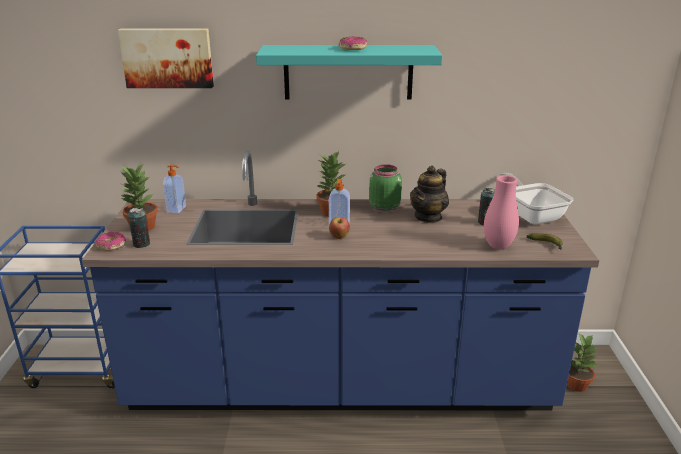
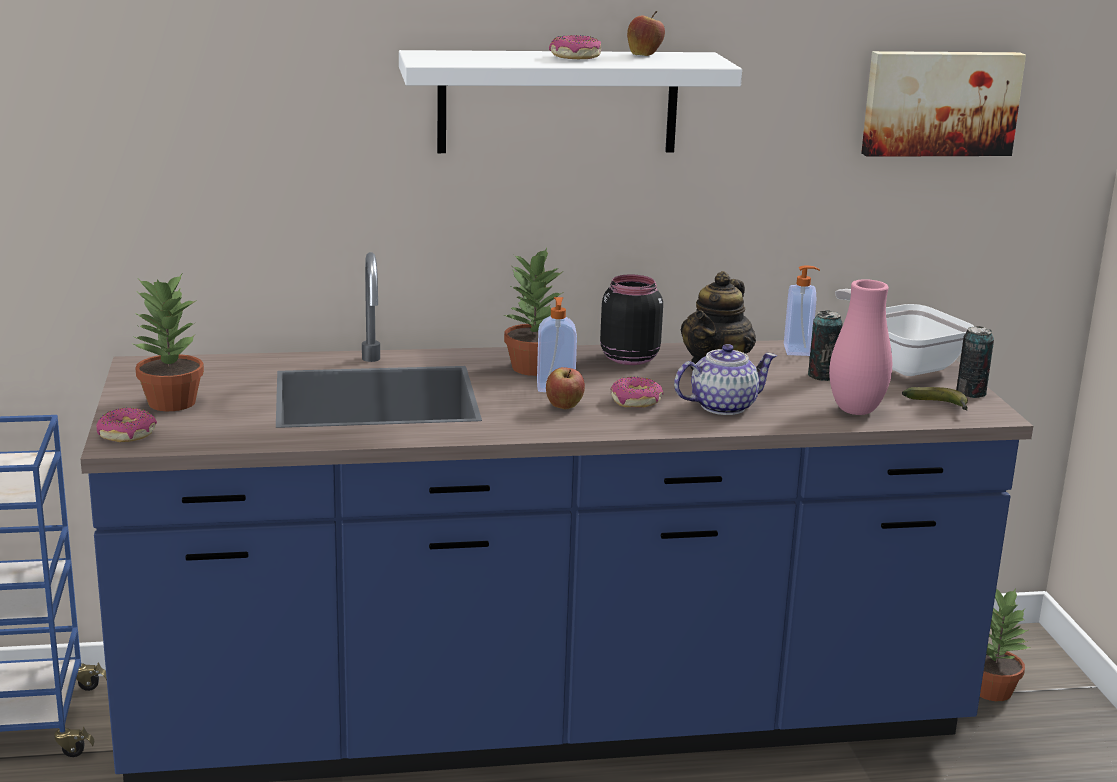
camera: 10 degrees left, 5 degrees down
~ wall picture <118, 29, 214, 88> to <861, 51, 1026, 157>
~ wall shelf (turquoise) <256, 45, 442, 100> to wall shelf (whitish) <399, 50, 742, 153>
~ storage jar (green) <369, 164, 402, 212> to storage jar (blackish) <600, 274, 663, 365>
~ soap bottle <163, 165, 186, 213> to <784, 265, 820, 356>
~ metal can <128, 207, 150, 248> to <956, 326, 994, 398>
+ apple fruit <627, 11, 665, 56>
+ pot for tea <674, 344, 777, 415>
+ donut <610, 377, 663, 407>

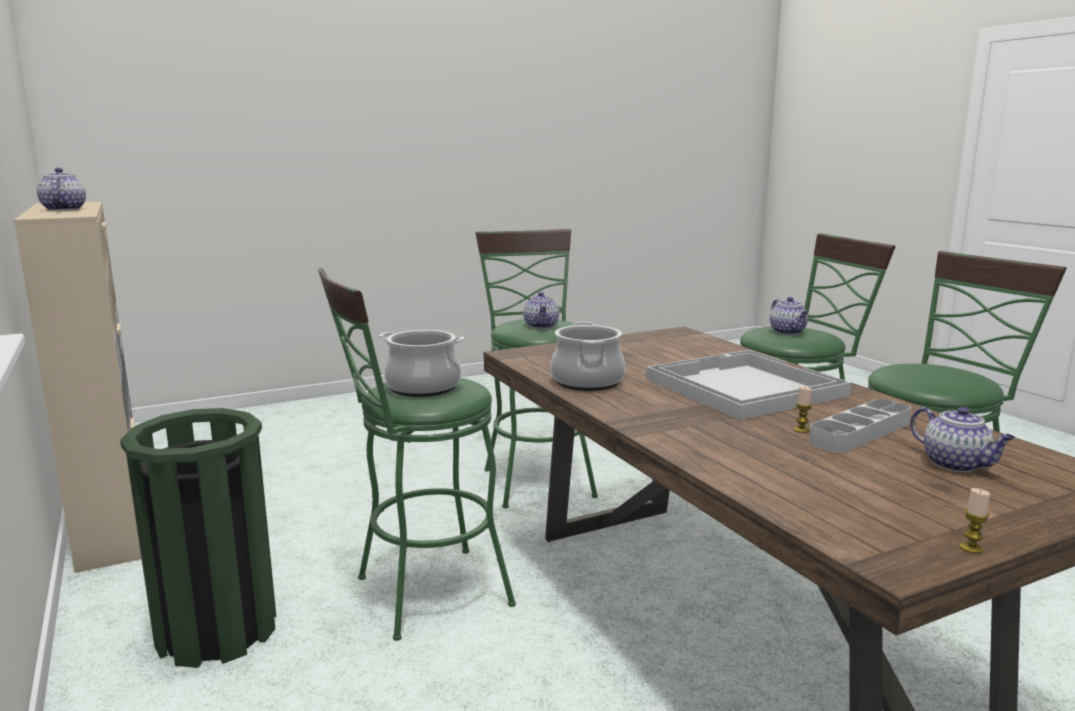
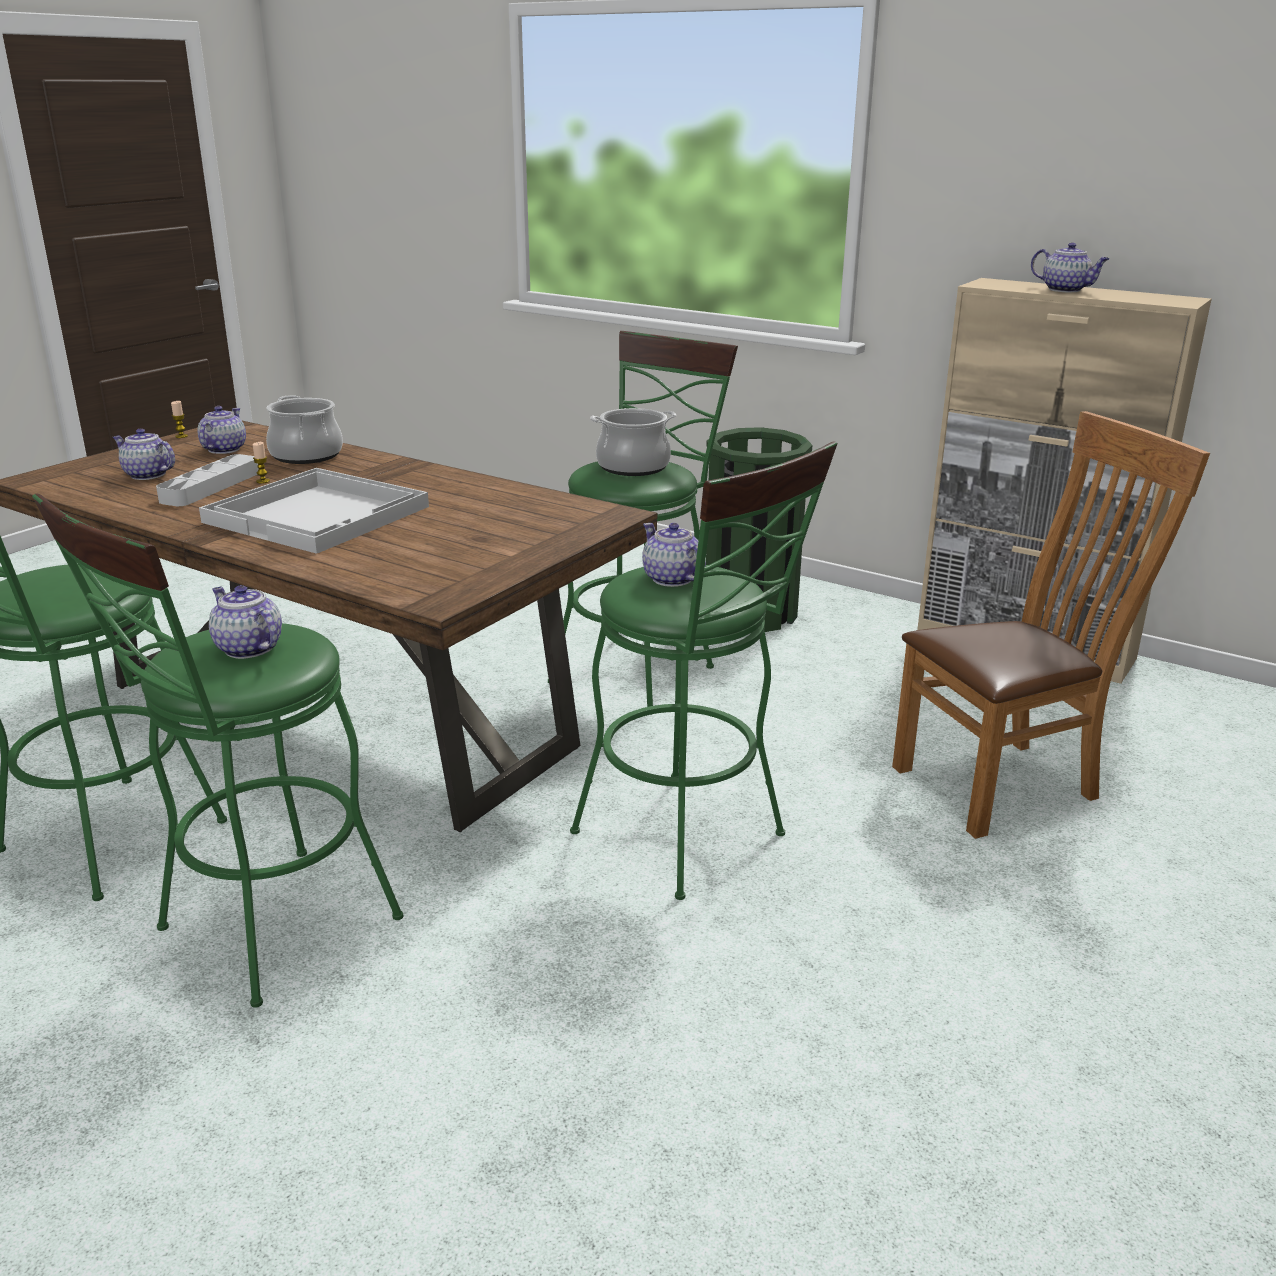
camera: 150 degrees right, 10 degrees up
~ saucepot <551, 322, 625, 391> to <266, 395, 343, 464>
+ pot for tea <197, 406, 246, 454>
+ chair (brown) <892, 411, 1210, 839>

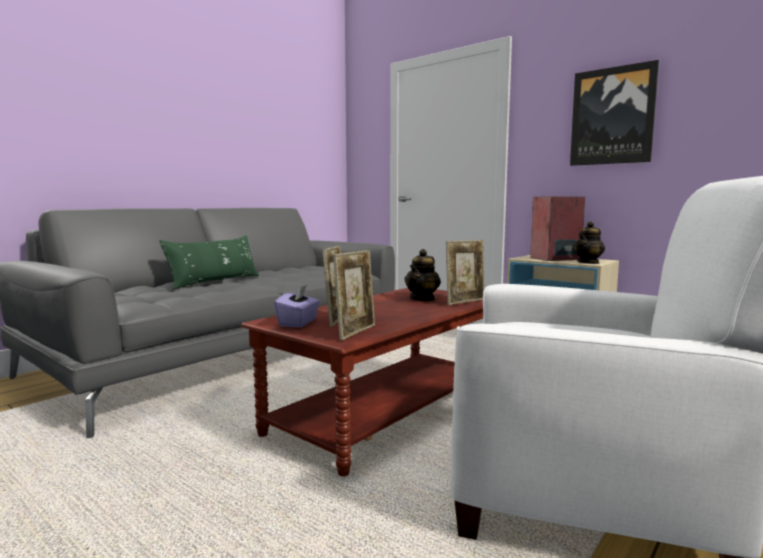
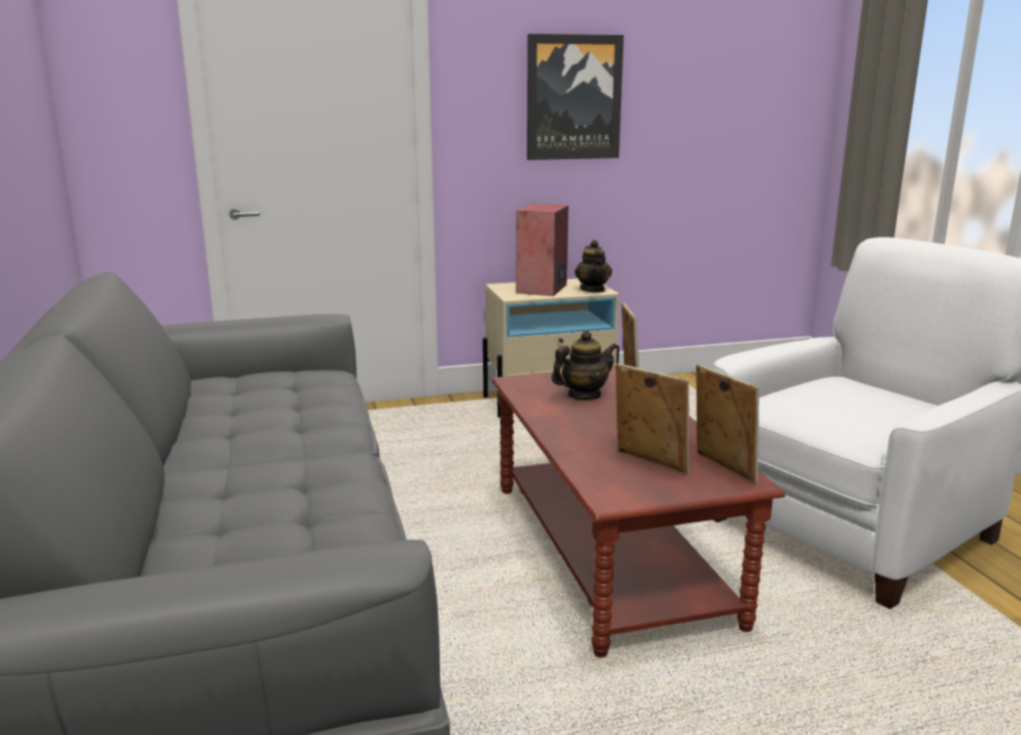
camera: 55 degrees left, 10 degrees up
- pillow (green) <159, 235, 259, 290>
~ pot for tea <405, 249, 441, 301> = <552, 330, 617, 400> 90 degrees counterclockwise
- box of tissues (purple-coloured) <274, 285, 320, 327>

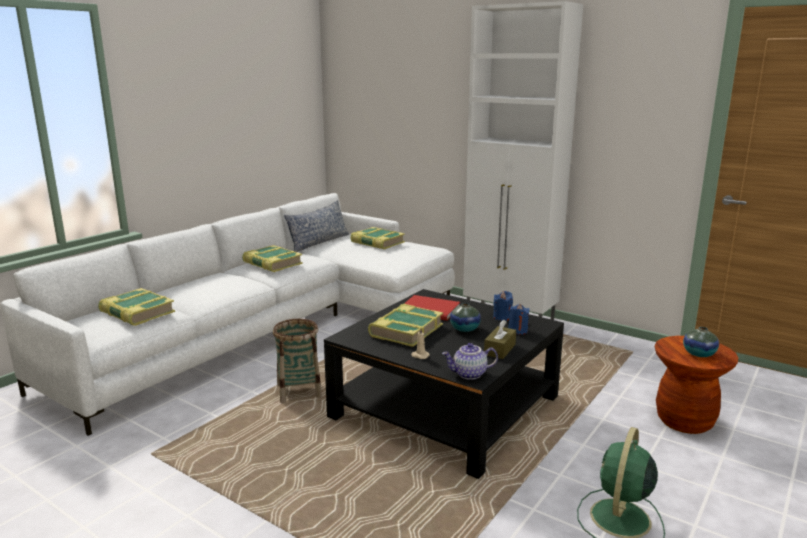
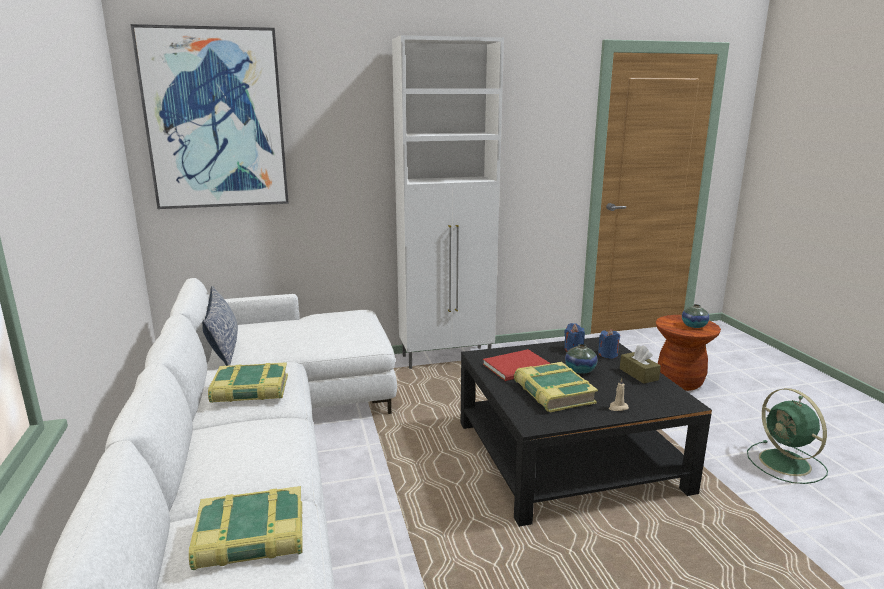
camera: 50 degrees left, 0 degrees up
- book <350, 227, 405, 249>
- basket <273, 319, 322, 403>
- pot for tea <442, 343, 498, 380>
+ wall picture <130, 24, 289, 209>

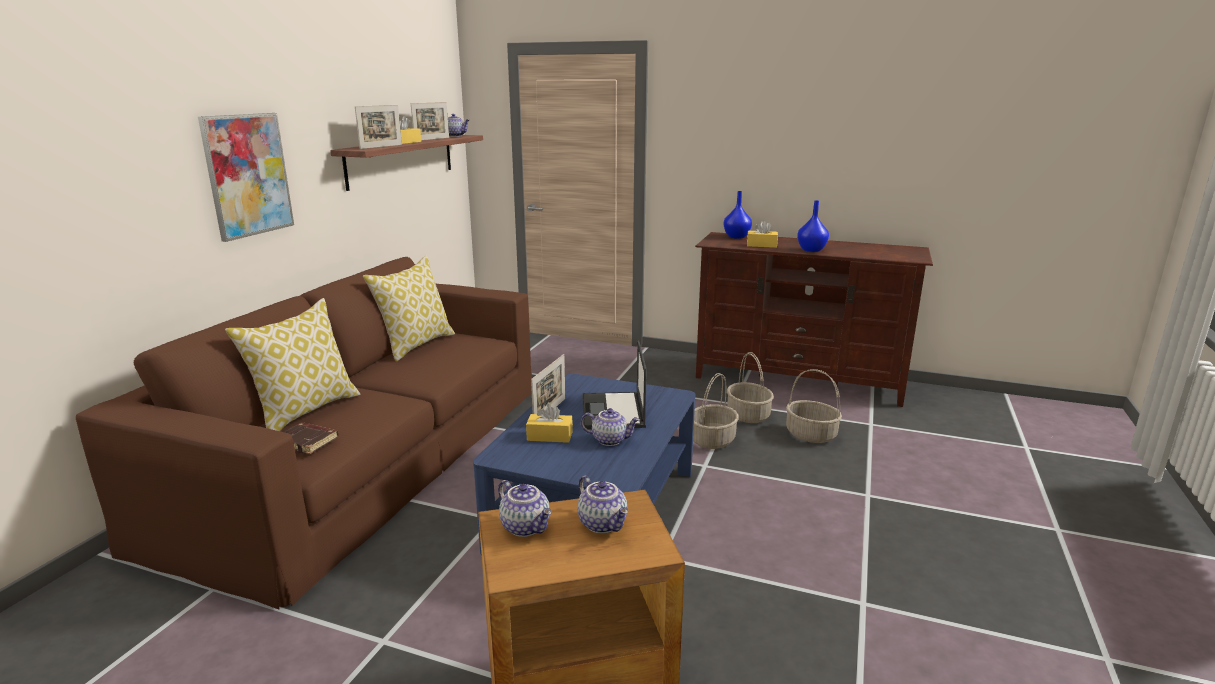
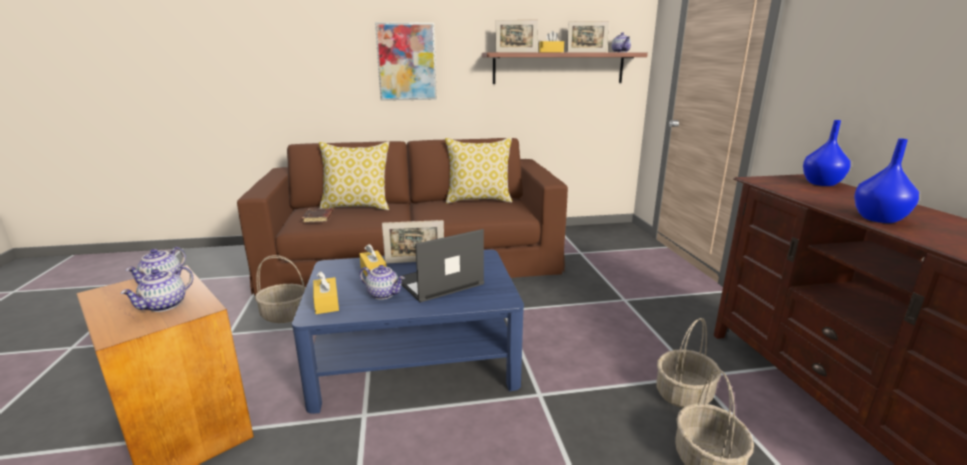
camera: 60 degrees right, 0 degrees up
~ box of tissues (yellow) <747, 220, 778, 248> to <313, 271, 339, 314>
~ basket <693, 373, 739, 449> to <255, 255, 306, 323>
~ pot for tea <581, 408, 640, 446> = <360, 265, 405, 300> 45 degrees counterclockwise

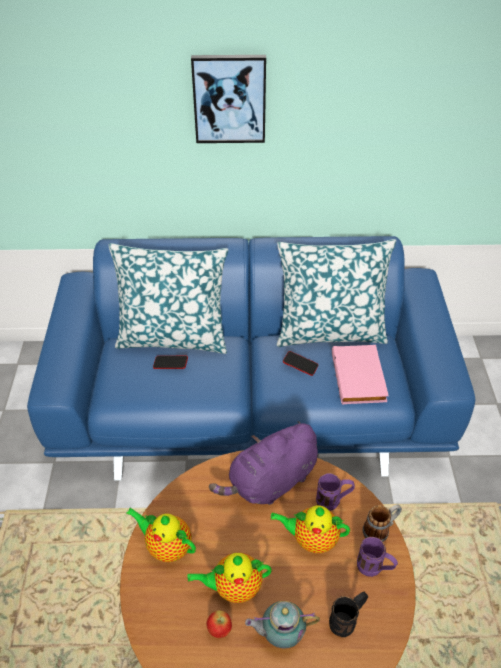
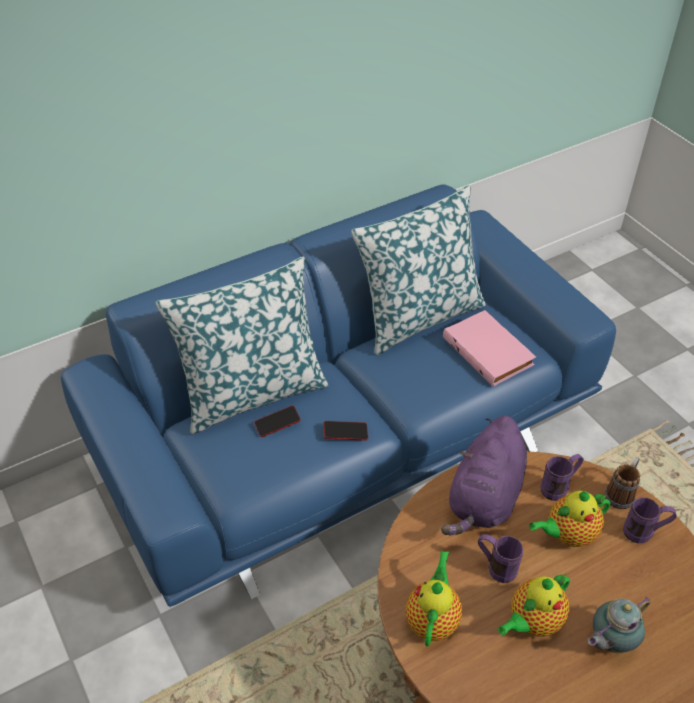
camera: 30 degrees left, 0 degrees up
- wall picture <191, 55, 266, 143>
~ handset <283, 351, 319, 376> to <323, 421, 368, 441>
~ pot for tea <126, 508, 196, 562> = <406, 550, 462, 647> 105 degrees clockwise
- tea mug (blackish) <329, 592, 368, 637>
- apple fruit <207, 611, 232, 638>
+ tea mug (purple-coloured) <478, 534, 523, 583>

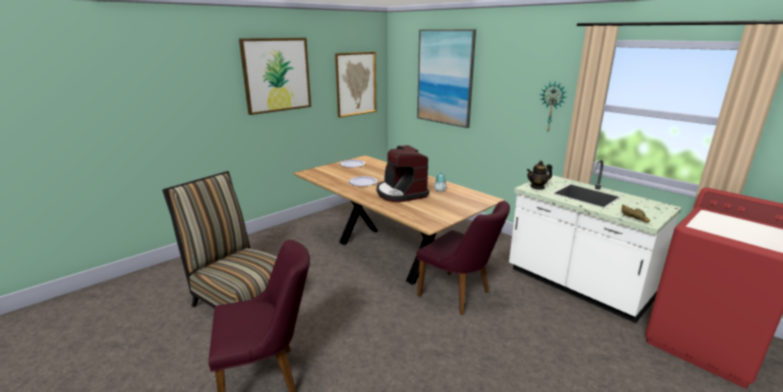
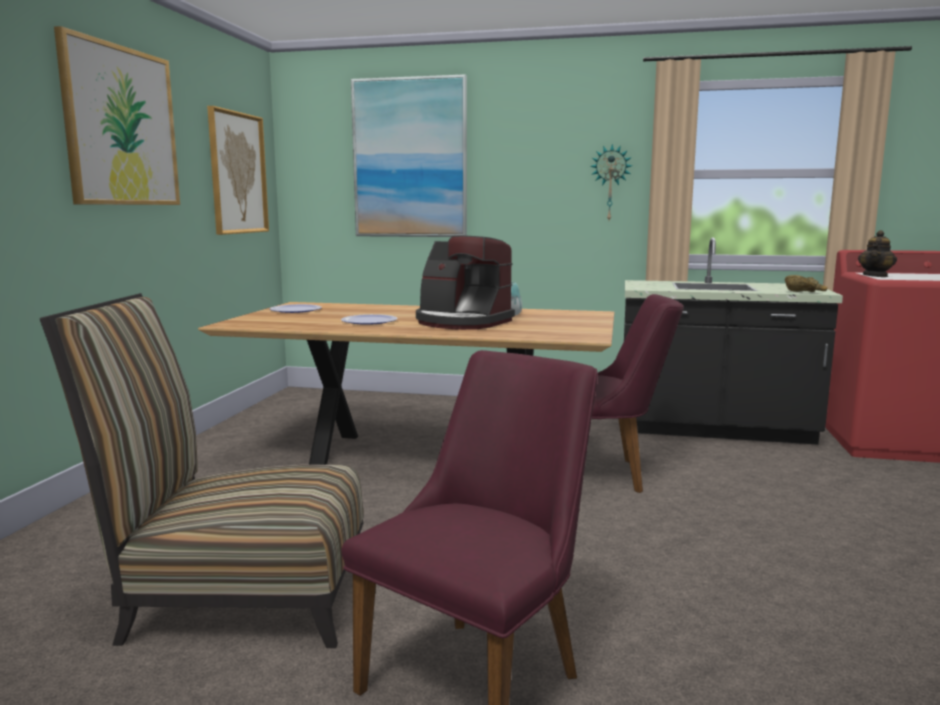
camera: 35 degrees left, 10 degrees down
~ kitchen base unit (whitish) <509, 159, 682, 323> to kitchen base unit (blackish) <624, 237, 843, 445>
~ pot for tea <527, 161, 552, 190> to <858, 230, 897, 277>

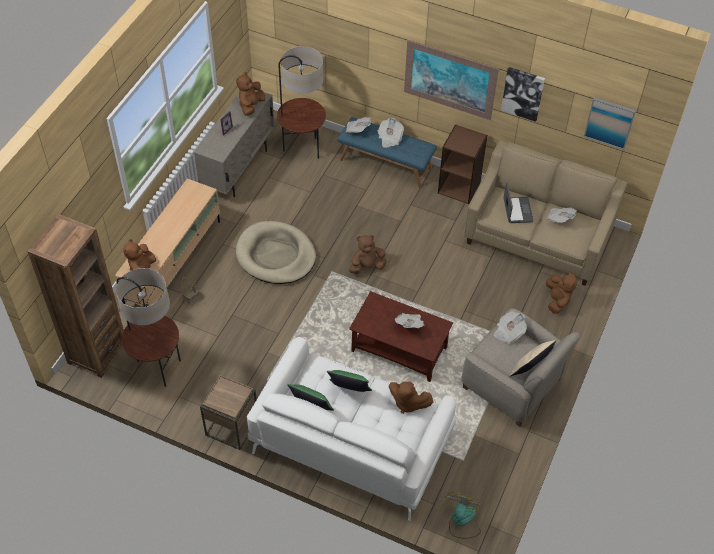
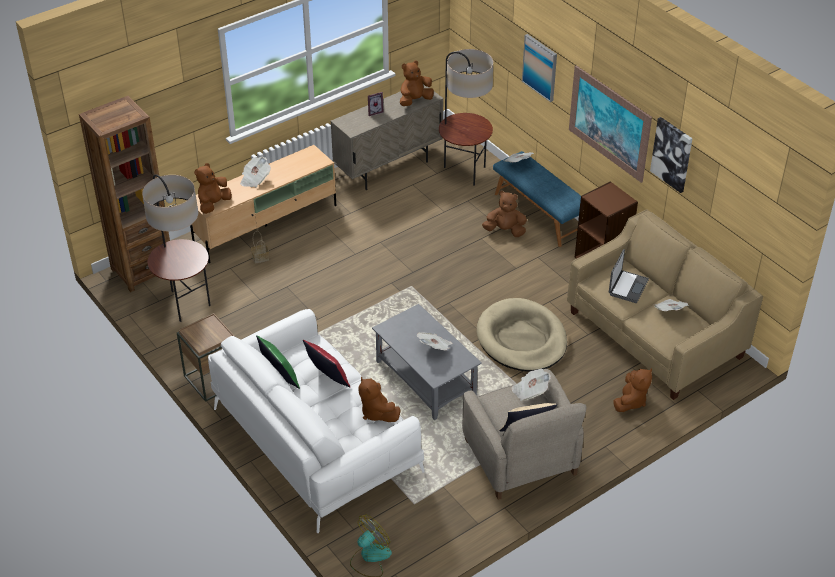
camera: 30 degrees right, 10 degrees down
~ wall picture <584, 97, 636, 150> to <522, 34, 557, 102>
~ daily paper <378, 118, 404, 148> to <240, 157, 271, 188>
~ pet bed (sand-coloured) <236, 221, 316, 284> to <477, 298, 567, 372>
~ soft toy (brown) <349, 235, 387, 274> to <482, 191, 527, 237>
~ lounge table (brown) <349, 291, 453, 382> to lounge table (grey) <372, 304, 482, 420>
~ pillow (green) <327, 370, 372, 392> to pillow (red) <303, 340, 350, 387>

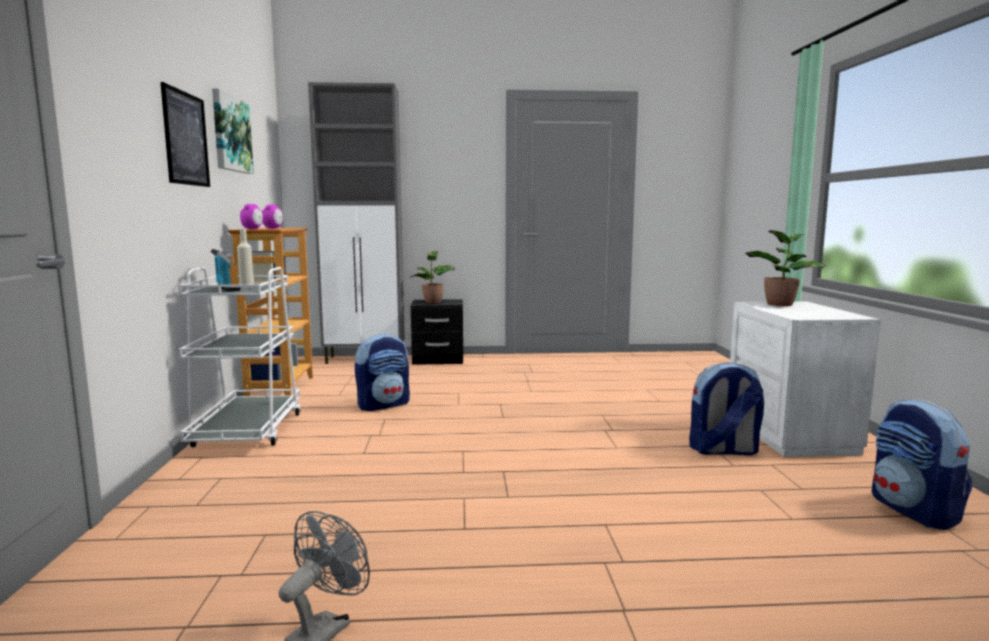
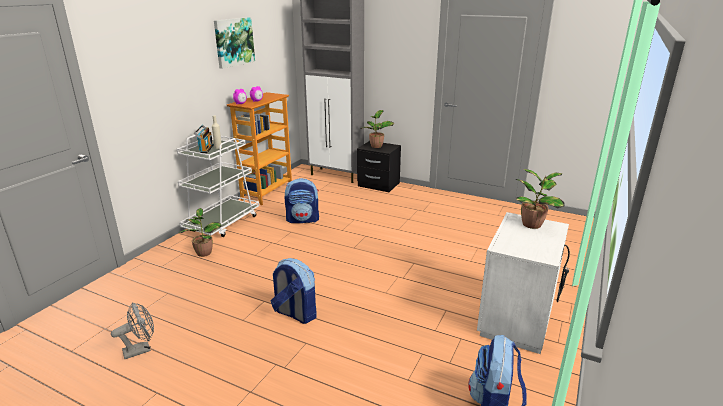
camera: 30 degrees right, 15 degrees up
- wall picture <161, 82, 210, 187>
~ knapsack <689, 363, 764, 456> to <271, 258, 317, 324>
+ houseplant <179, 208, 221, 257>

